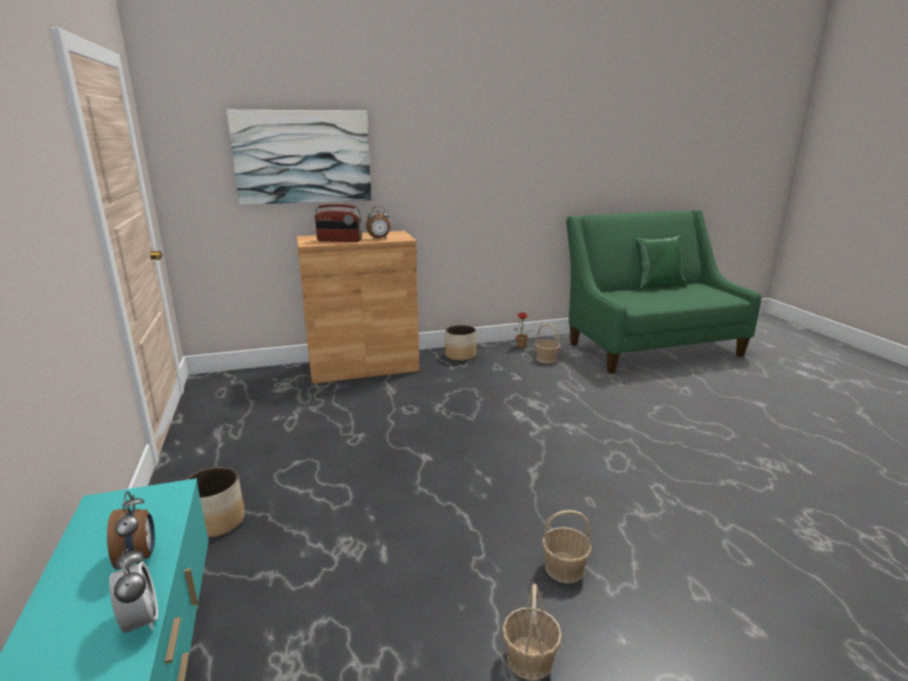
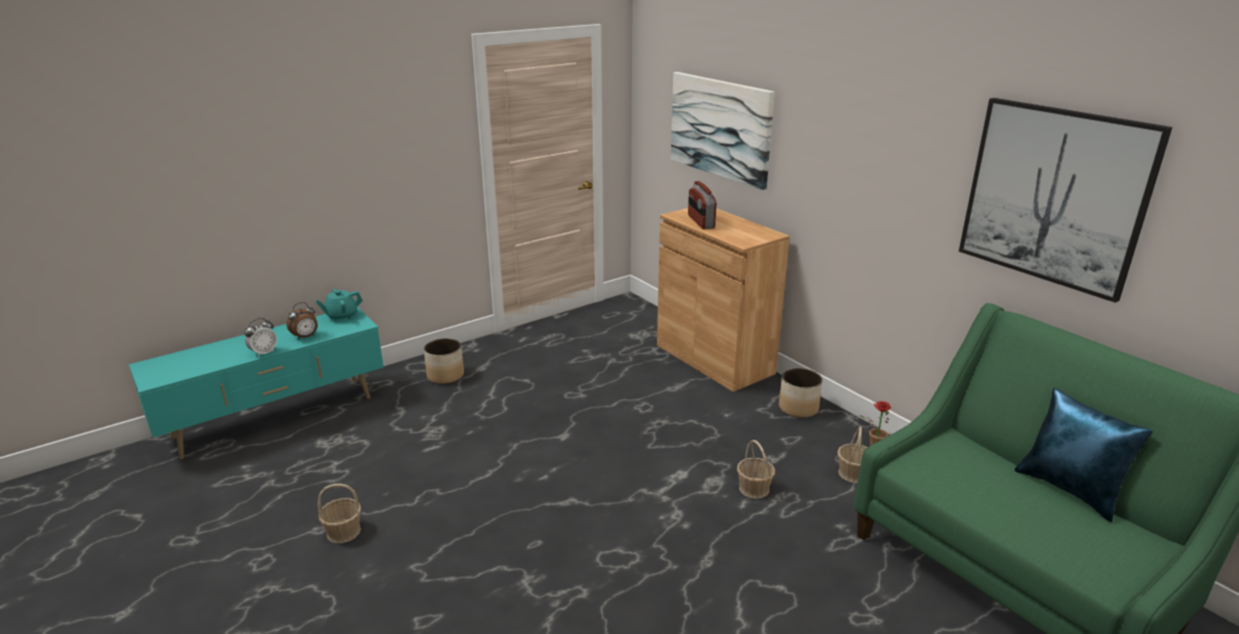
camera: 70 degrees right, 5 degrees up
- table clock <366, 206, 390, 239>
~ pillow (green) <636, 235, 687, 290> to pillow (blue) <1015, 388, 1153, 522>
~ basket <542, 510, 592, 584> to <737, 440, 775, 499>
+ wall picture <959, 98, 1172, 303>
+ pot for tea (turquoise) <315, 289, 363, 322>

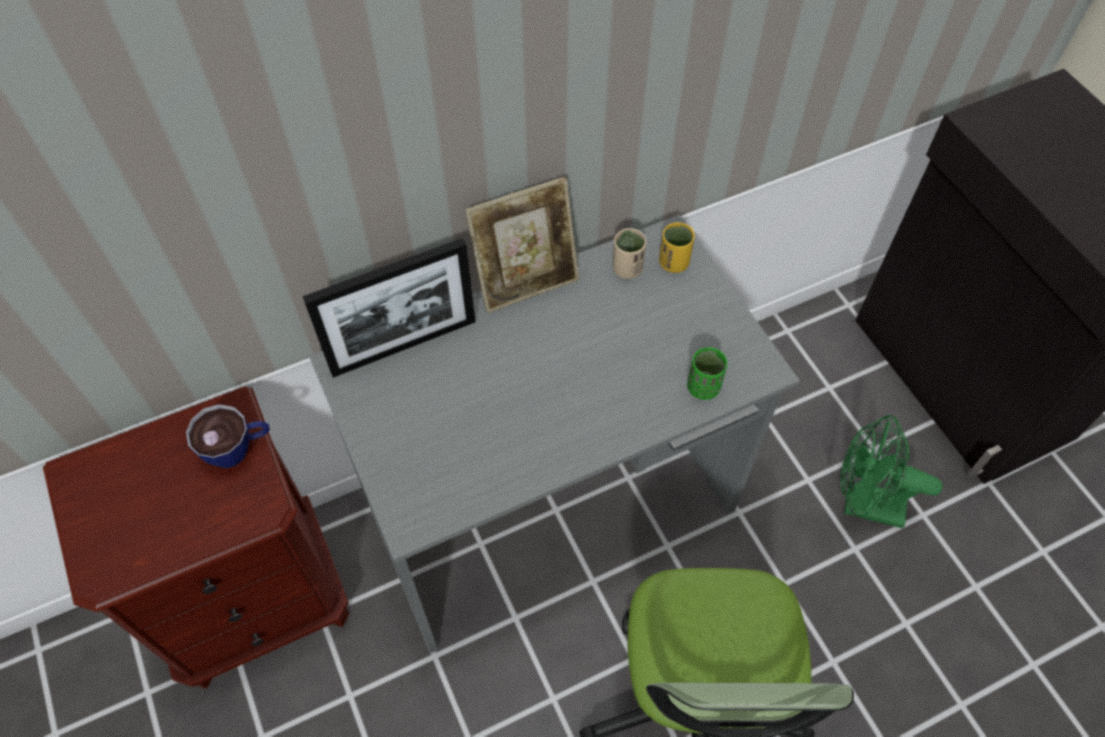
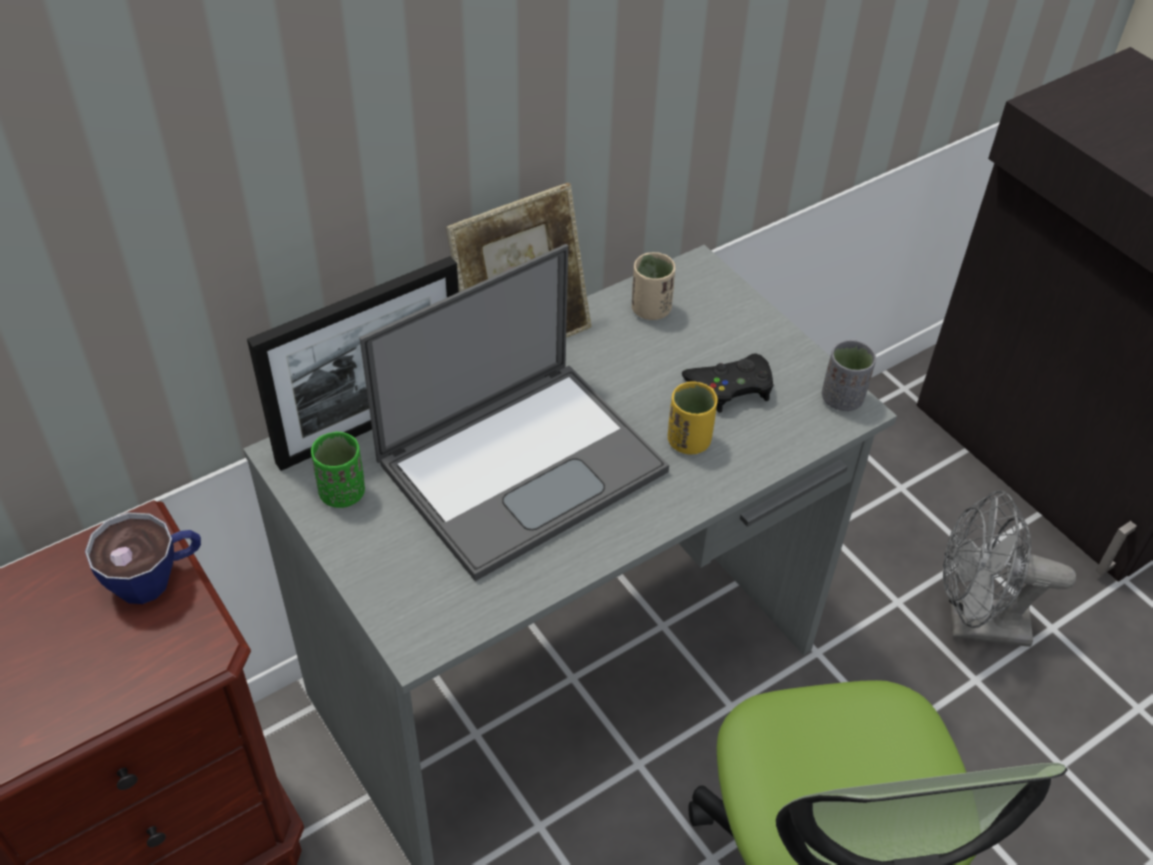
camera: 10 degrees left, 10 degrees down
~ drinking cup (yellow) <659, 222, 695, 273> to <668, 382, 718, 454>
~ drinking cup (green) <687, 347, 728, 400> to <311, 432, 365, 508>
~ cooling fan (green) <840, 415, 943, 528> to cooling fan (grey) <943, 490, 1076, 647>
+ portable computer <359, 244, 669, 581>
+ drinking cup (grey) <822, 340, 876, 411>
+ gamepad (blackish) <682, 354, 773, 413>

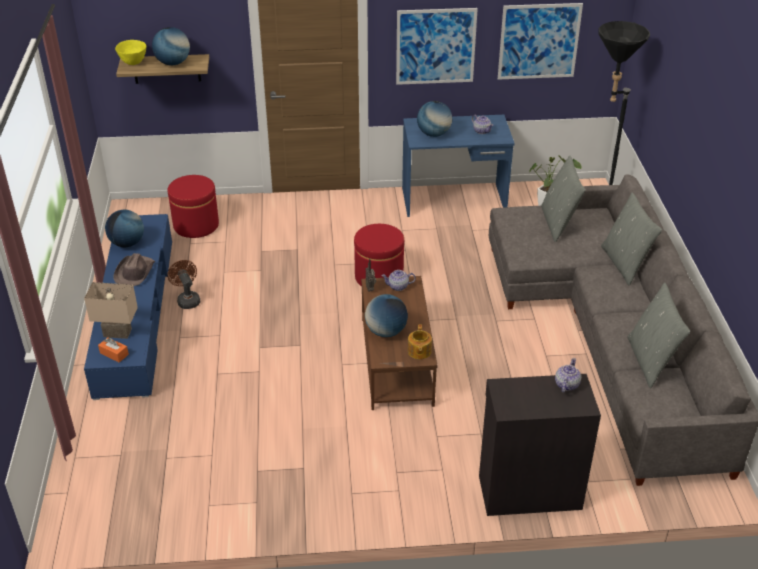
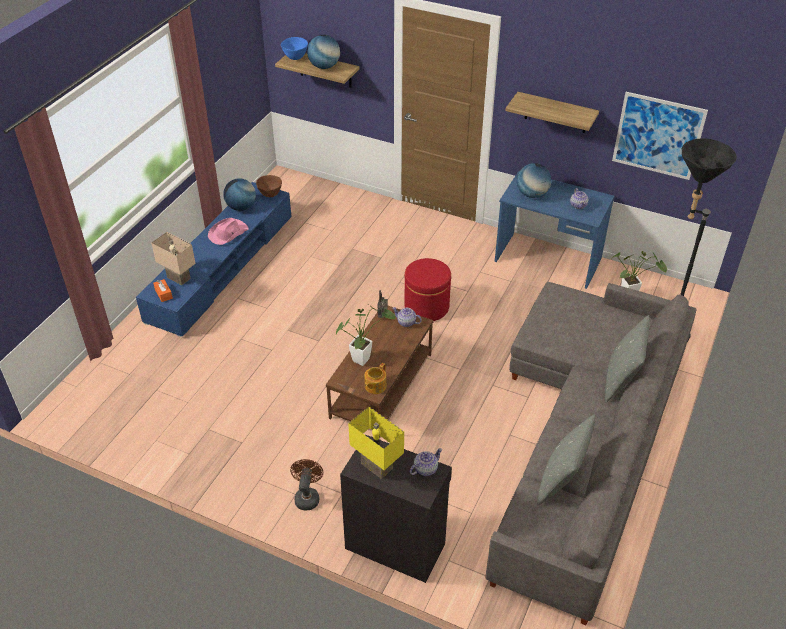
camera: 30 degrees right, 5 degrees up
~ wall picture <396, 8, 478, 85> to wall shelf <505, 92, 599, 133>
~ deep dish (yellow) <115, 40, 146, 65> to deep dish (blue) <281, 37, 308, 60>
- pillow (grey) <541, 156, 585, 242>
- footrest (red) <168, 175, 219, 238>
~ clothing hat (brown) <113, 253, 155, 286> to clothing hat (pink-coloured) <208, 218, 249, 245>
~ cooling fan (brown) <167, 260, 200, 309> to <290, 459, 323, 510>
~ desk globe <365, 294, 408, 337> to houseplant <336, 305, 396, 366>
+ deep dish (brown) <256, 175, 282, 197>
+ tabletop lamp (yellow) <348, 407, 404, 479>

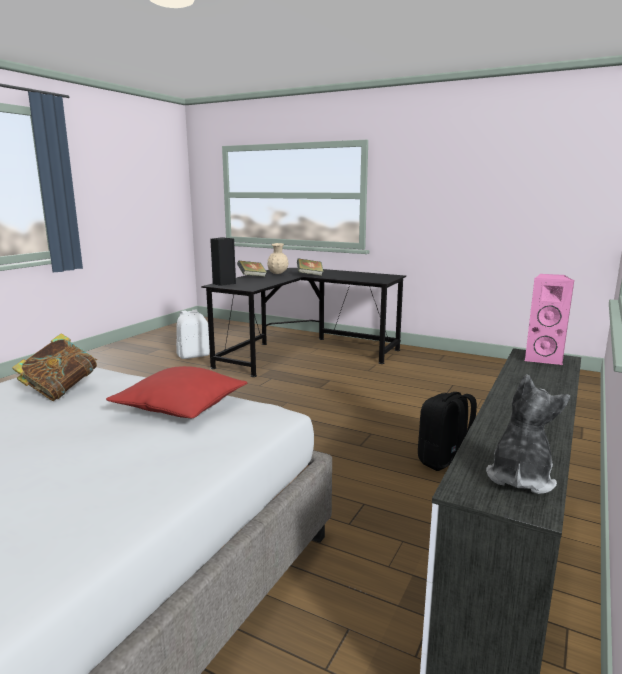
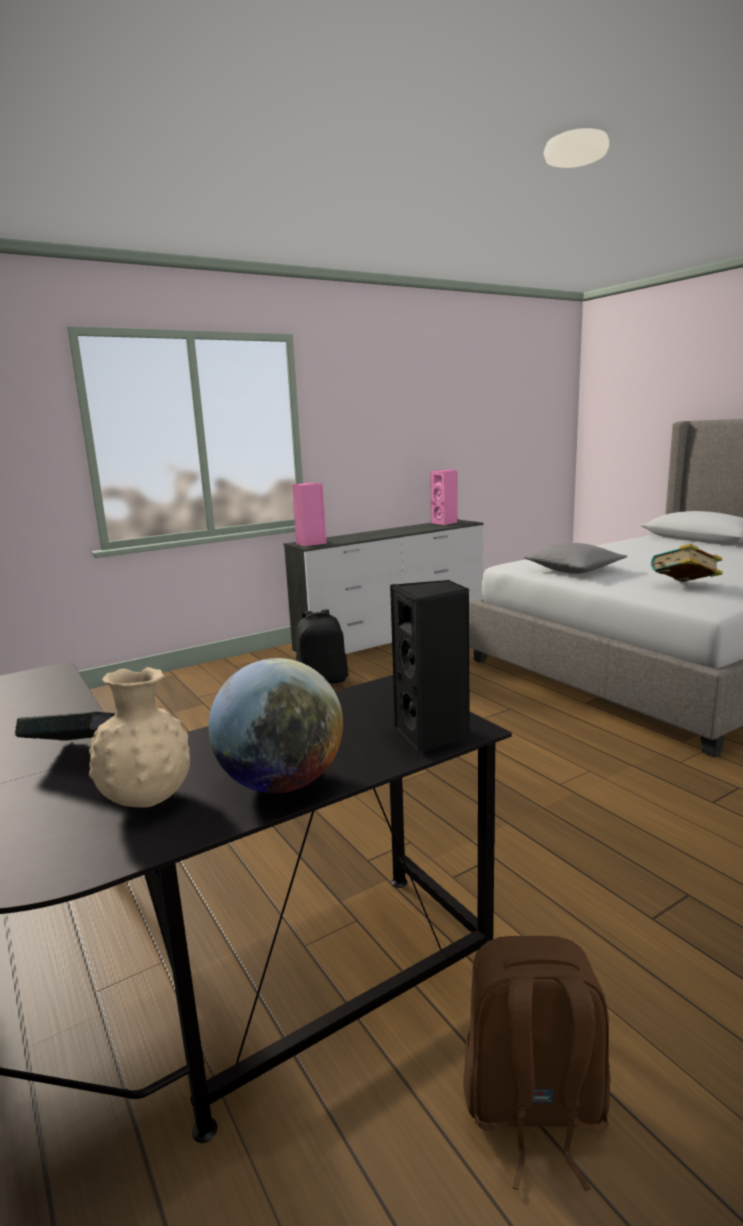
camera: 150 degrees left, 0 degrees up
~ book <237, 261, 267, 277> to desk globe <208, 658, 343, 793>
~ knapsack (whitish) <176, 309, 210, 359> to knapsack (brown) <463, 936, 610, 1191>
~ pillow (red) <106, 366, 247, 419> to pillow (grey) <524, 543, 627, 574>
~ soft toy <486, 375, 570, 494> to loudspeaker (pink-coloured) <430, 469, 458, 525>

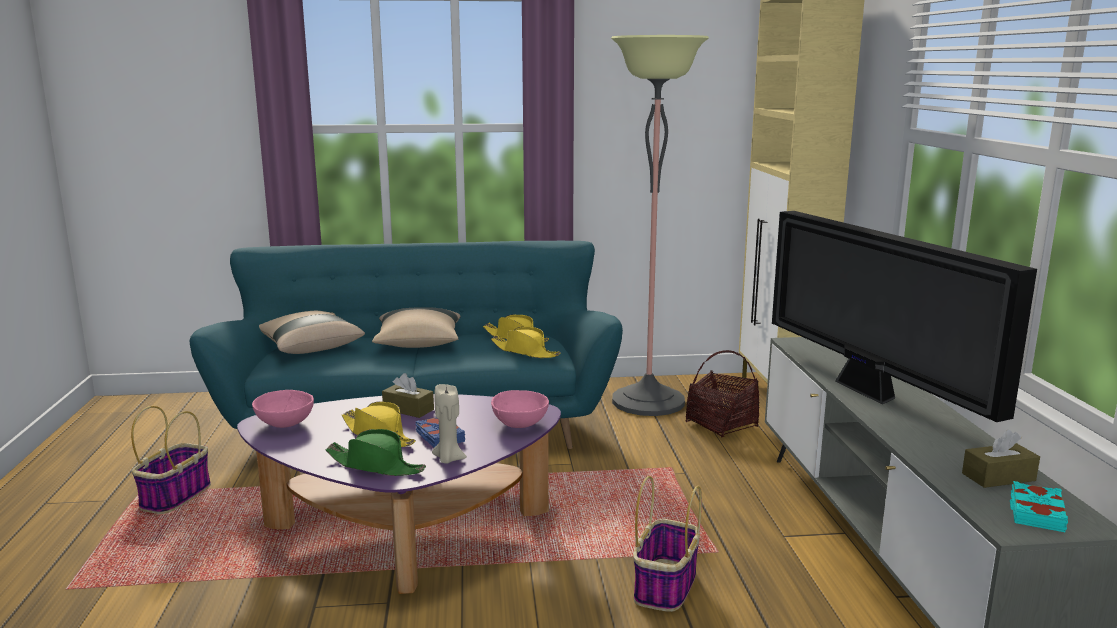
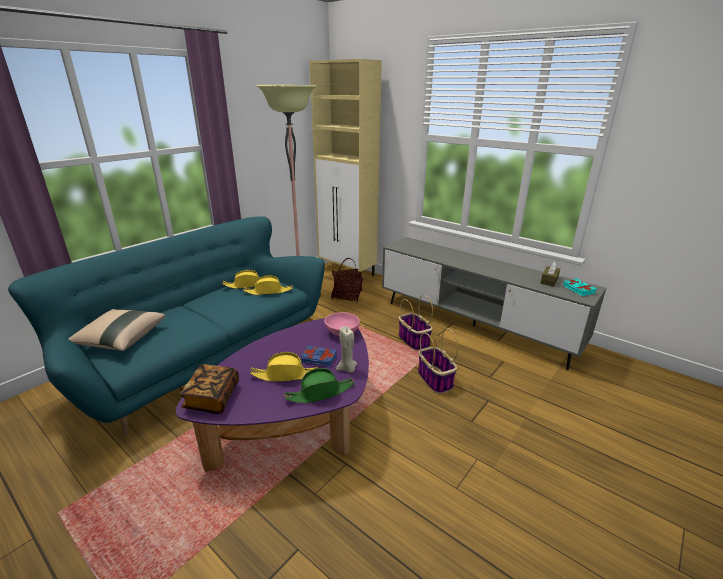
camera: 45 degrees left, 10 degrees up
- TV <772, 211, 1037, 422>
- pillow (sand-coloured) <372, 307, 460, 348>
- box of tissues (brown) <382, 373, 434, 418>
~ deep dish (pink-coloured) <252, 390, 314, 428> to book <180, 364, 239, 414>
~ basket <131, 406, 211, 514> to <398, 295, 433, 351>

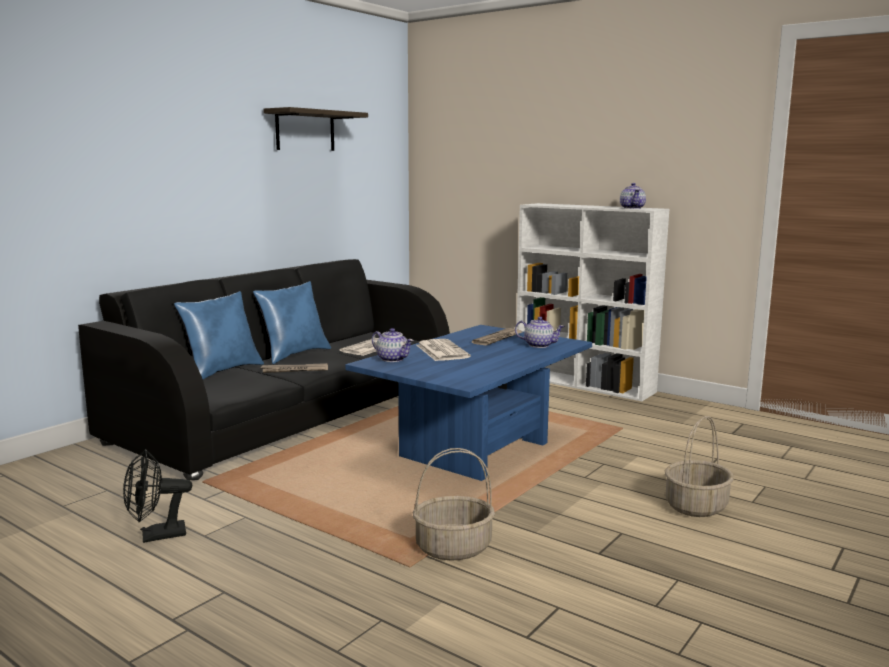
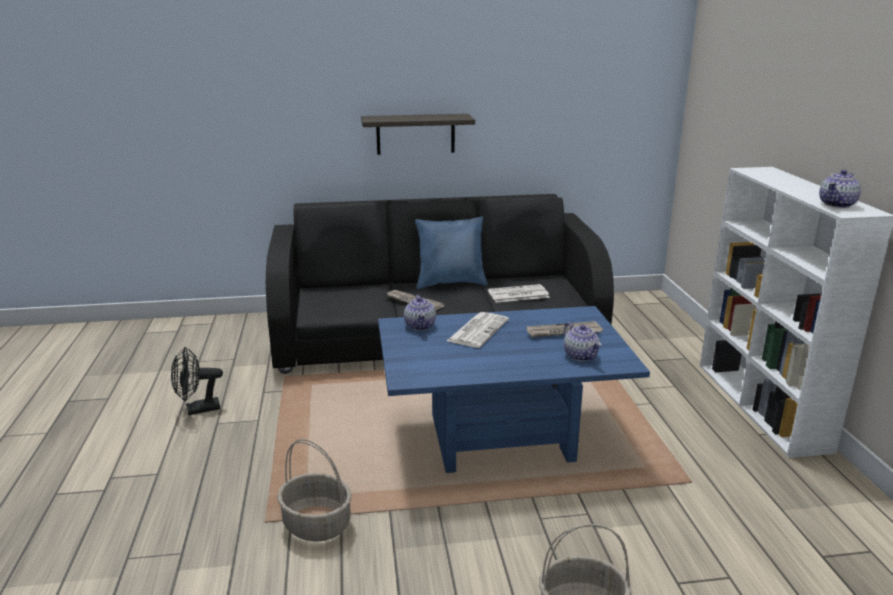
camera: 45 degrees right, 10 degrees up
~ wall shelf <263, 107, 368, 151> to <361, 114, 475, 155>
- pillow (blue) <174, 291, 264, 380>
~ cooling fan (blackish) <123, 449, 192, 543> = <171, 347, 223, 415> 45 degrees counterclockwise

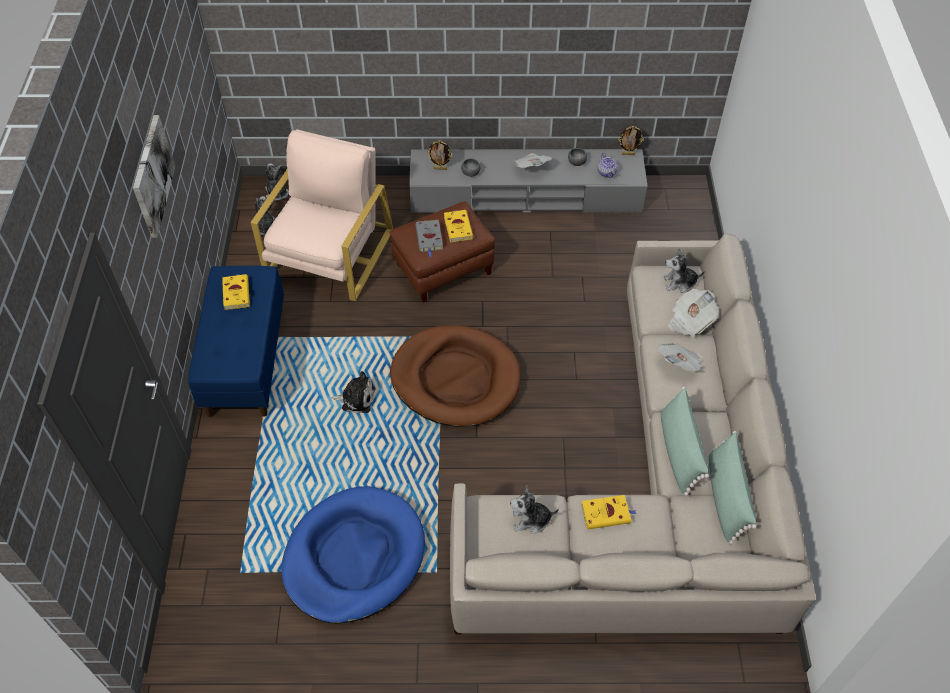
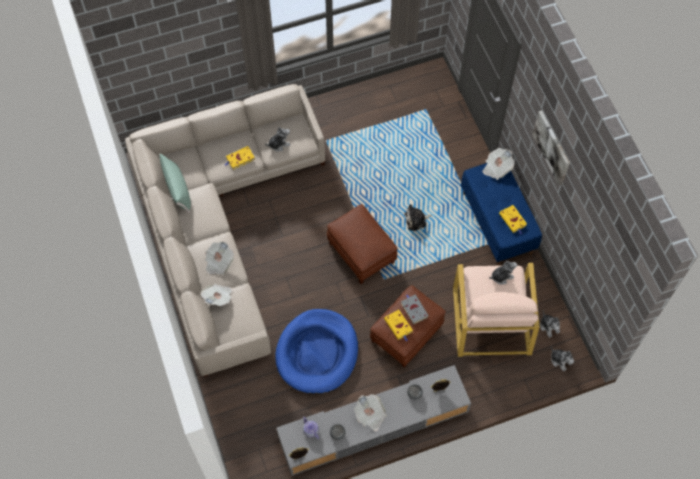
camera: 160 degrees right, 10 degrees up
~ soft toy <664, 248, 705, 293> to <489, 261, 517, 285>
~ pet bed (brown) <390, 325, 521, 427> to footrest (brown) <327, 204, 397, 284>
- pillow (green) <661, 387, 709, 496>
~ pet bed (blue) <282, 486, 425, 623> to <275, 309, 358, 394>
+ daily paper <482, 148, 515, 180>

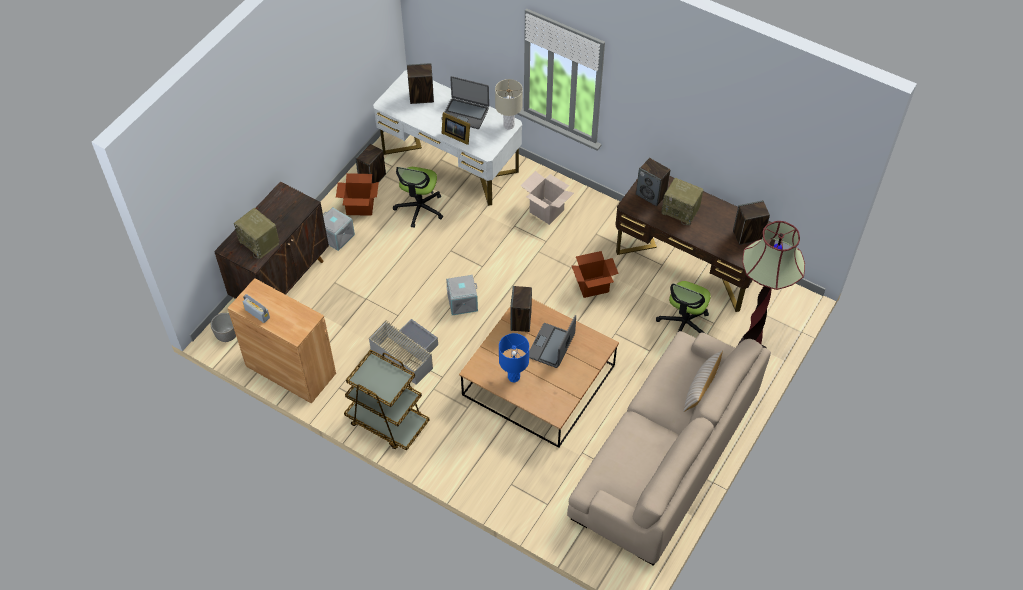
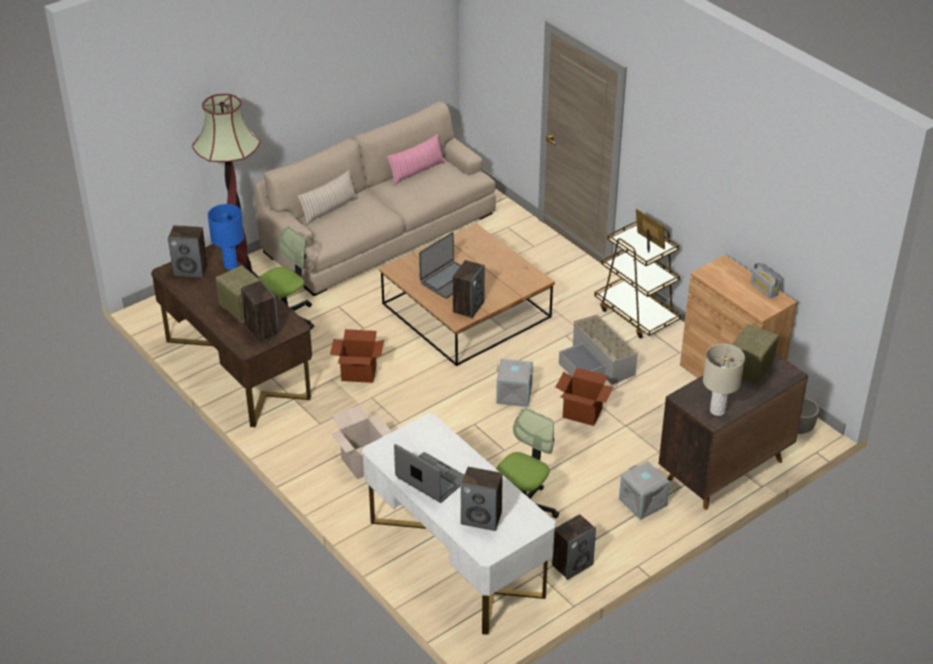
camera: 160 degrees left, 15 degrees down
~ tabletop lamp (sand-coloured) <495, 79, 523, 130> to <703, 344, 745, 416>
~ photo frame <442, 112, 470, 145> to <636, 209, 665, 253>
~ cardboard box <336, 173, 379, 216> to <556, 368, 613, 426>
~ radio receiver <234, 208, 279, 259> = <731, 324, 779, 386> 120 degrees counterclockwise
~ tabletop lamp (blue) <499, 333, 529, 382> to <208, 204, 244, 270>
+ pillow (pink-coloured) <387, 134, 445, 185>

